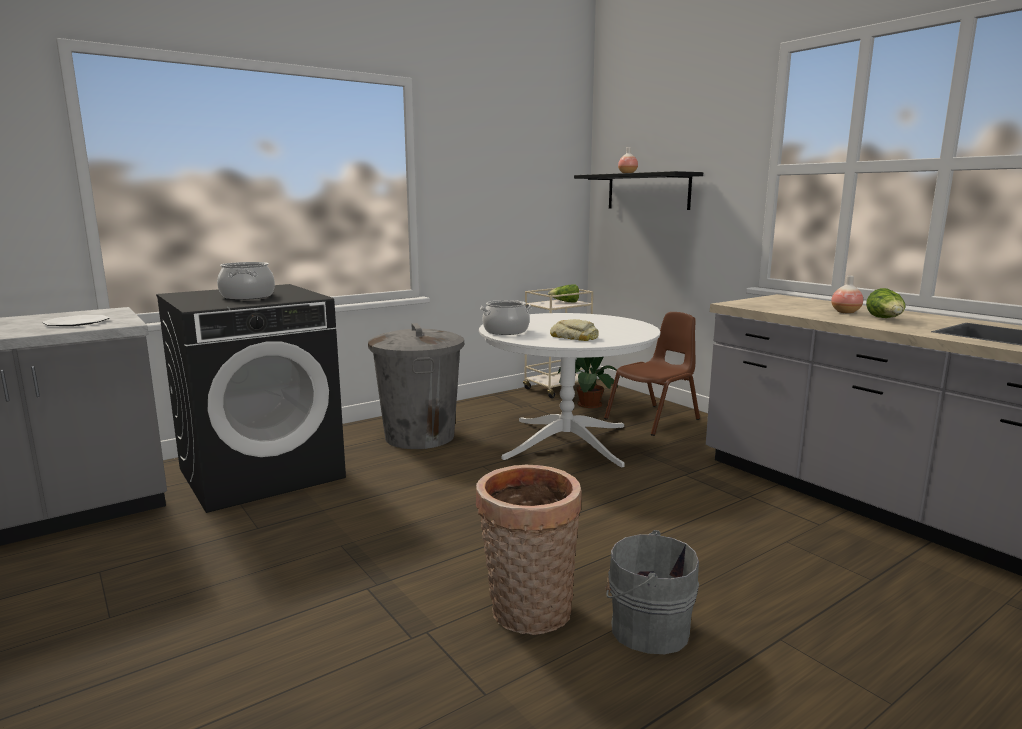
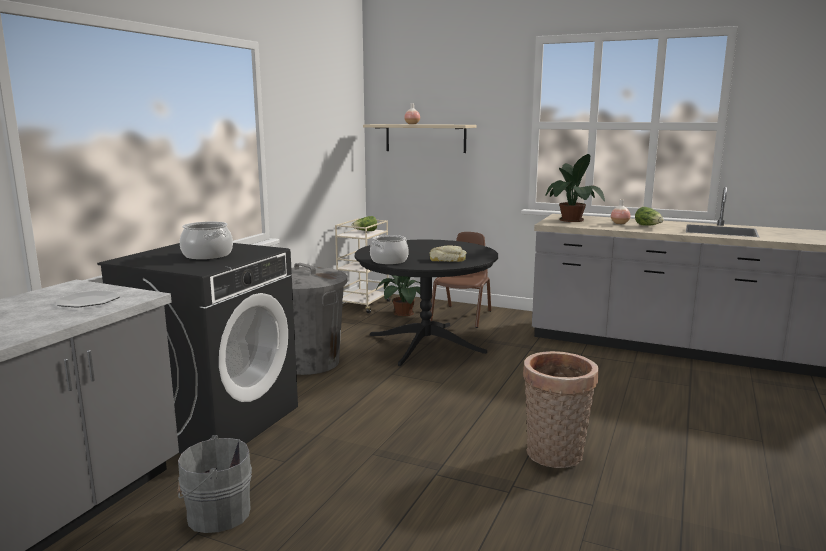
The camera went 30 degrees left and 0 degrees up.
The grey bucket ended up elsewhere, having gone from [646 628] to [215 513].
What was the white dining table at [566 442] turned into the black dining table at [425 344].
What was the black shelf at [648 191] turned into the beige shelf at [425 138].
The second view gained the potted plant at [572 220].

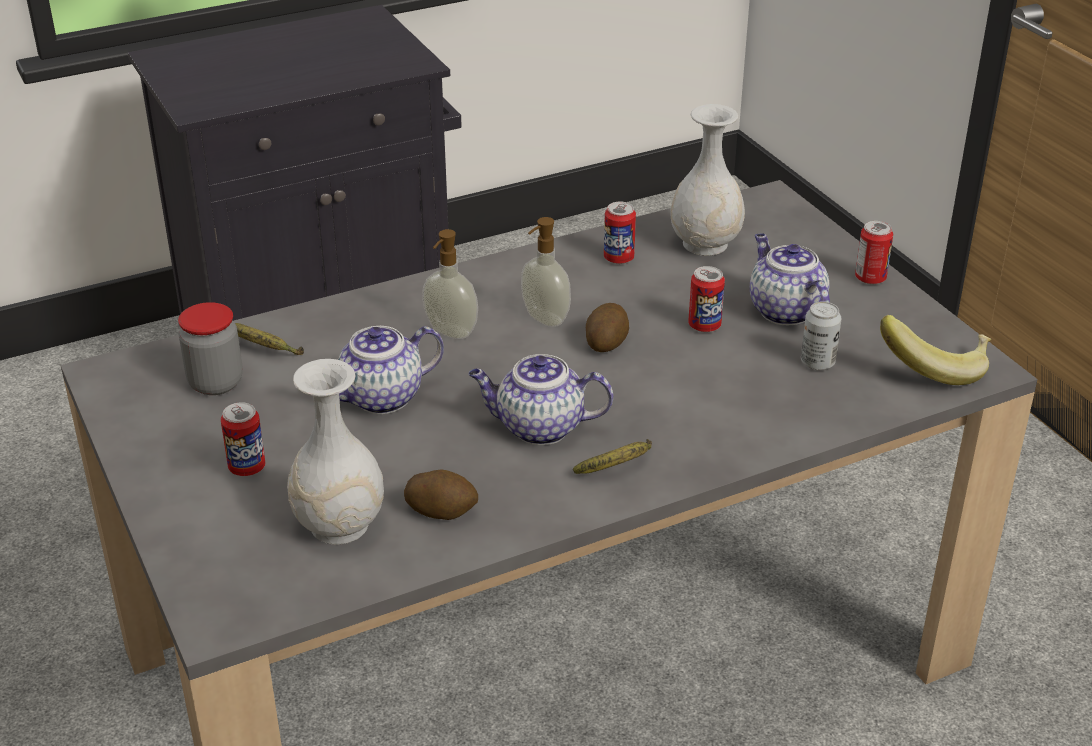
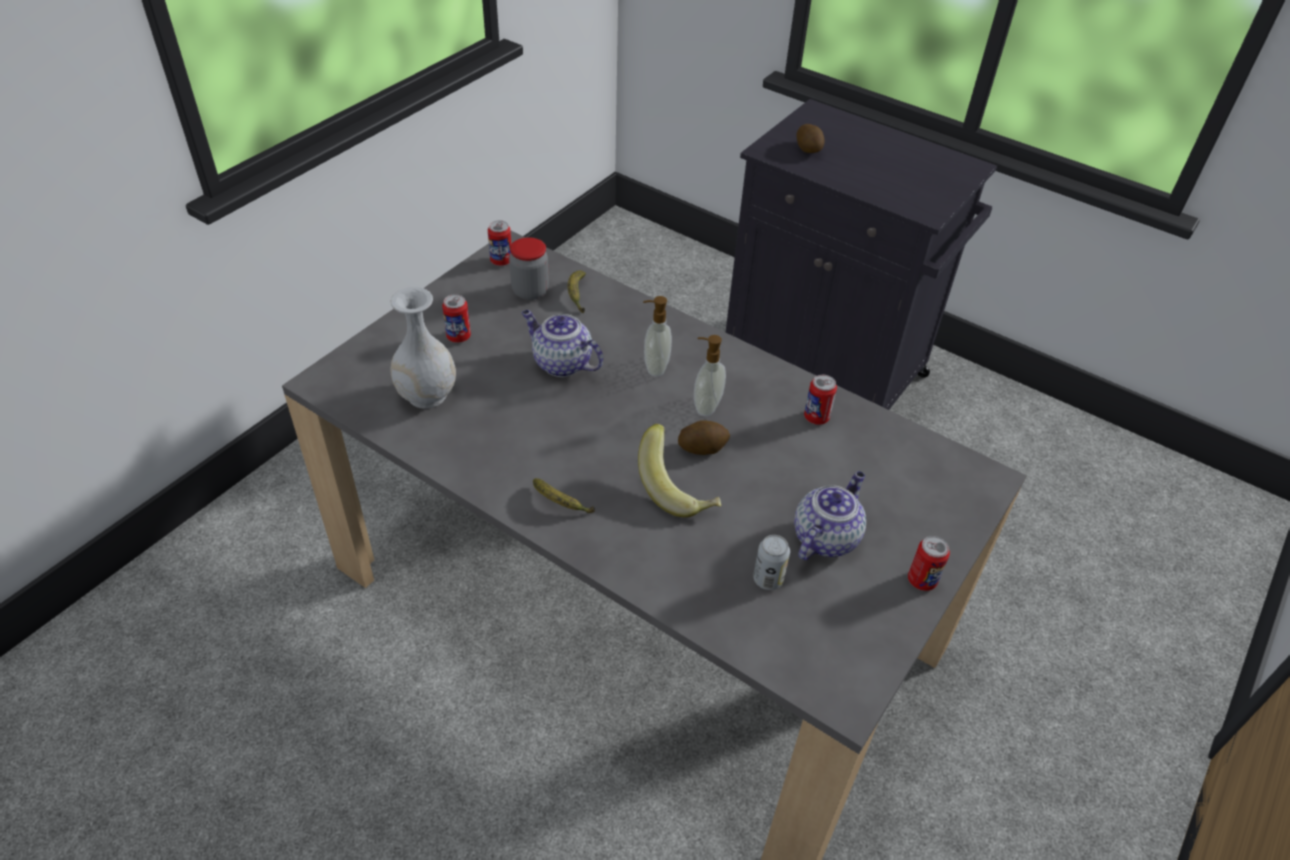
The camera went 60 degrees right and 10 degrees up.
The can ended up elsewhere, having gone from [704 326] to [501 261].
The banana ended up elsewhere, having gone from [934 367] to [678 489].
The potato ended up elsewhere, having gone from [442 510] to [809 149].
The second view lost the teapot at [538 427].
The second view lost the white vase at [706 244].

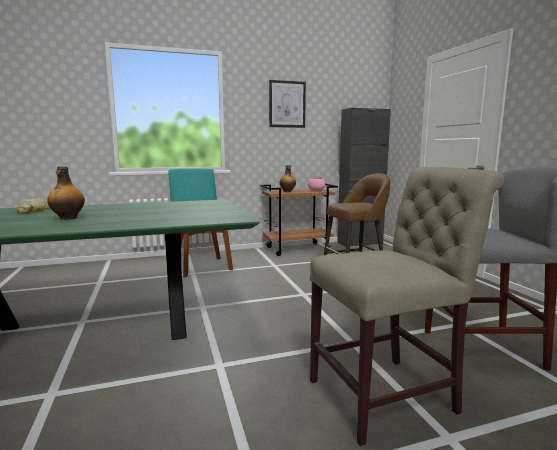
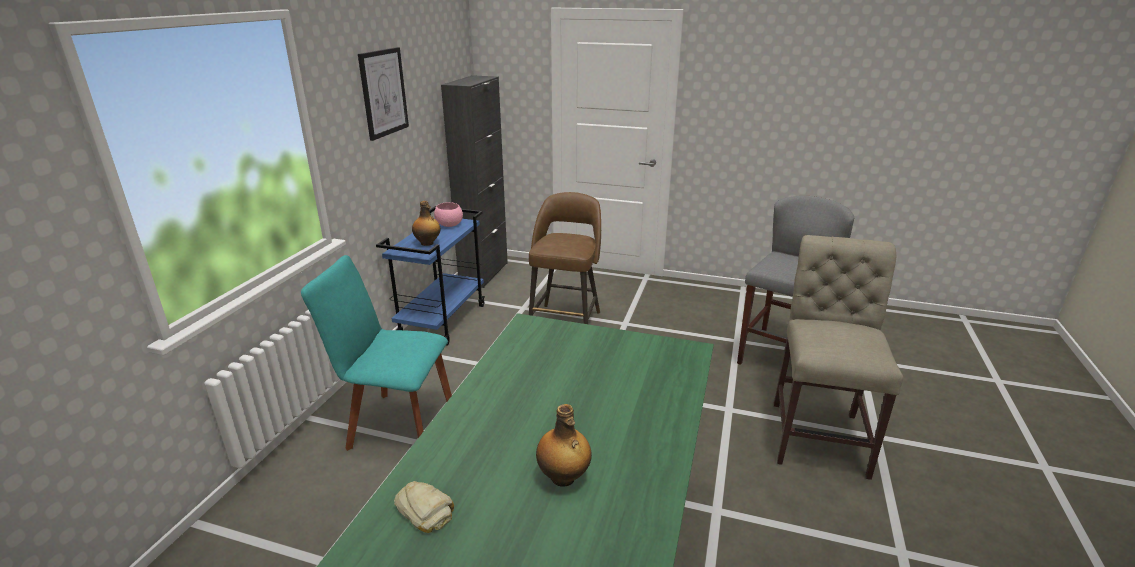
The camera went 55 degrees left and 15 degrees up.
What was the brown cart at [298 249] turned into the blue cart at [442 320].

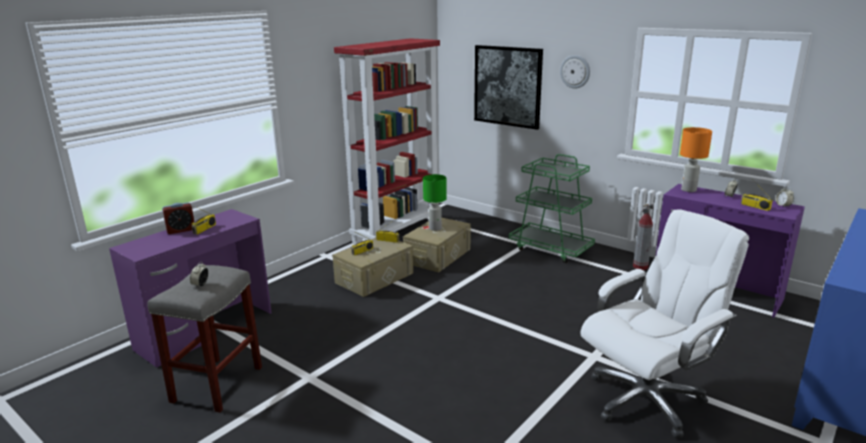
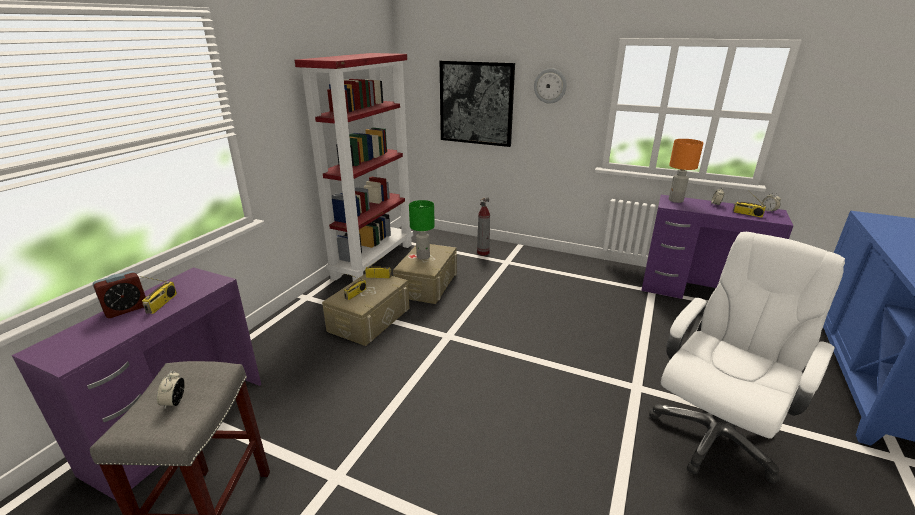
The camera went 15 degrees left and 5 degrees up.
The fire extinguisher ended up elsewhere, having gone from [640 267] to [483 252].
The second view lost the green cart at [551 249].

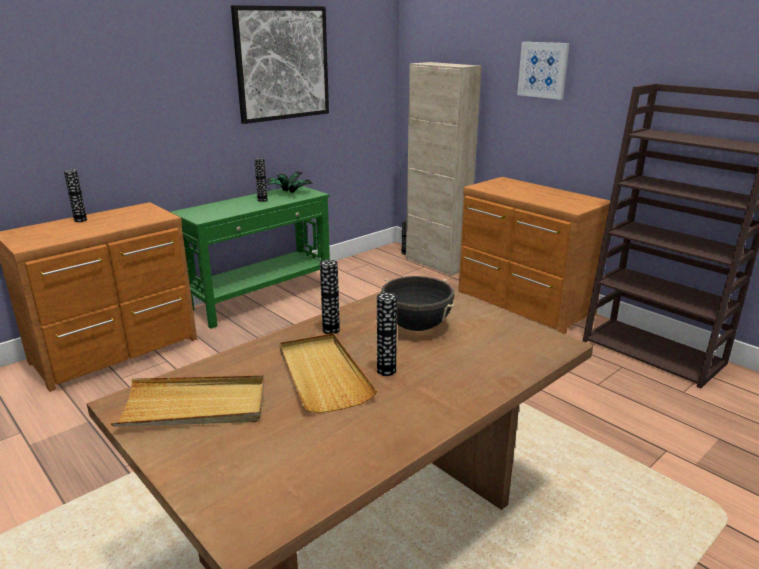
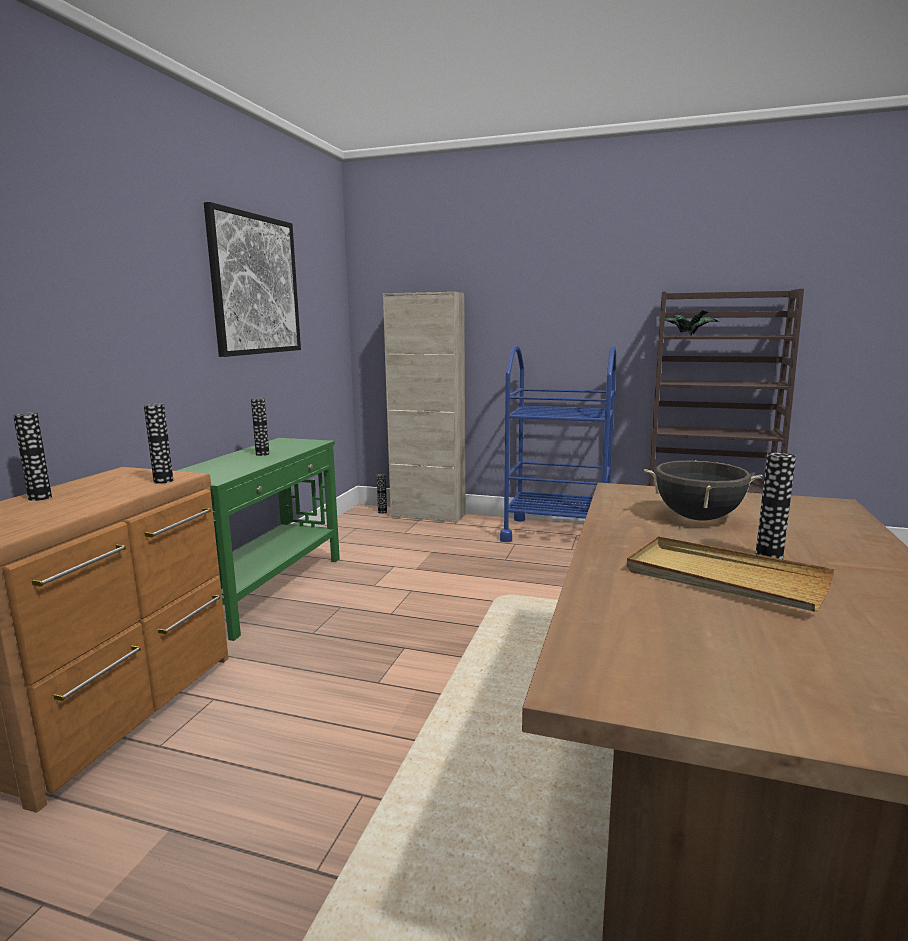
The camera went 30 degrees left and 10 degrees down.
The vase ended up elsewhere, having gone from [331 330] to [163 481].
Where the brown dresser stood at [523 305], the blue cart came to stand at [557 534].
The potted plant ended up elsewhere, having gone from [288 192] to [686 335].
The second view lost the beige tray at [194 406].
The second view lost the picture at [543 70].

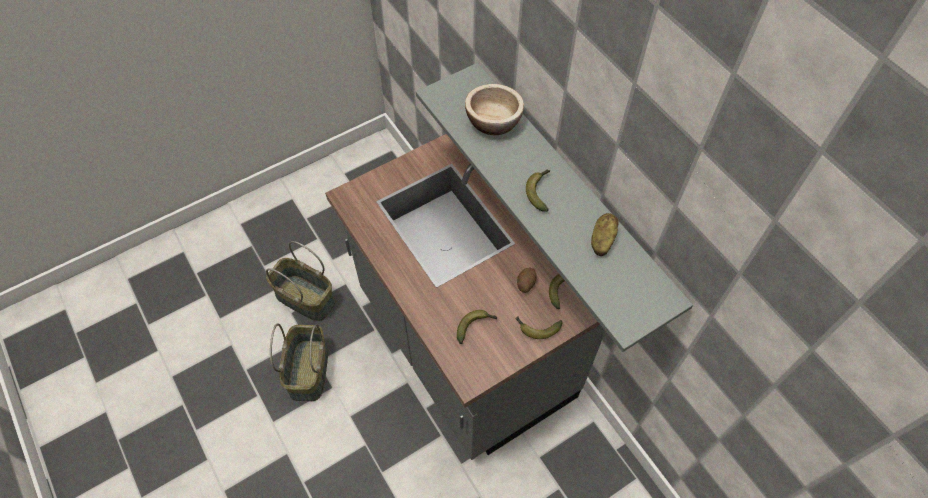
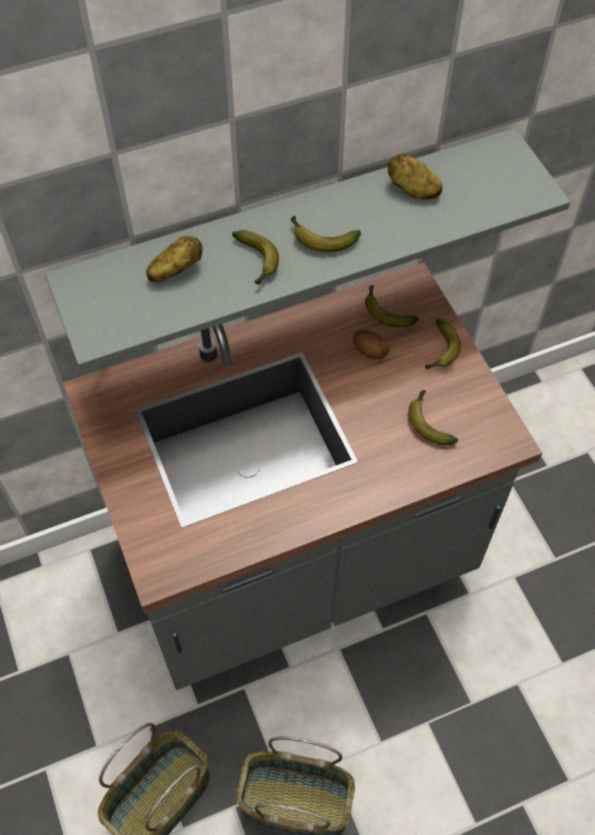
The camera went 80 degrees left and 0 degrees up.
Where the bowl stood at [493 121], the potato came to stand at [175 270].
The second view gained the banana at [257 262].

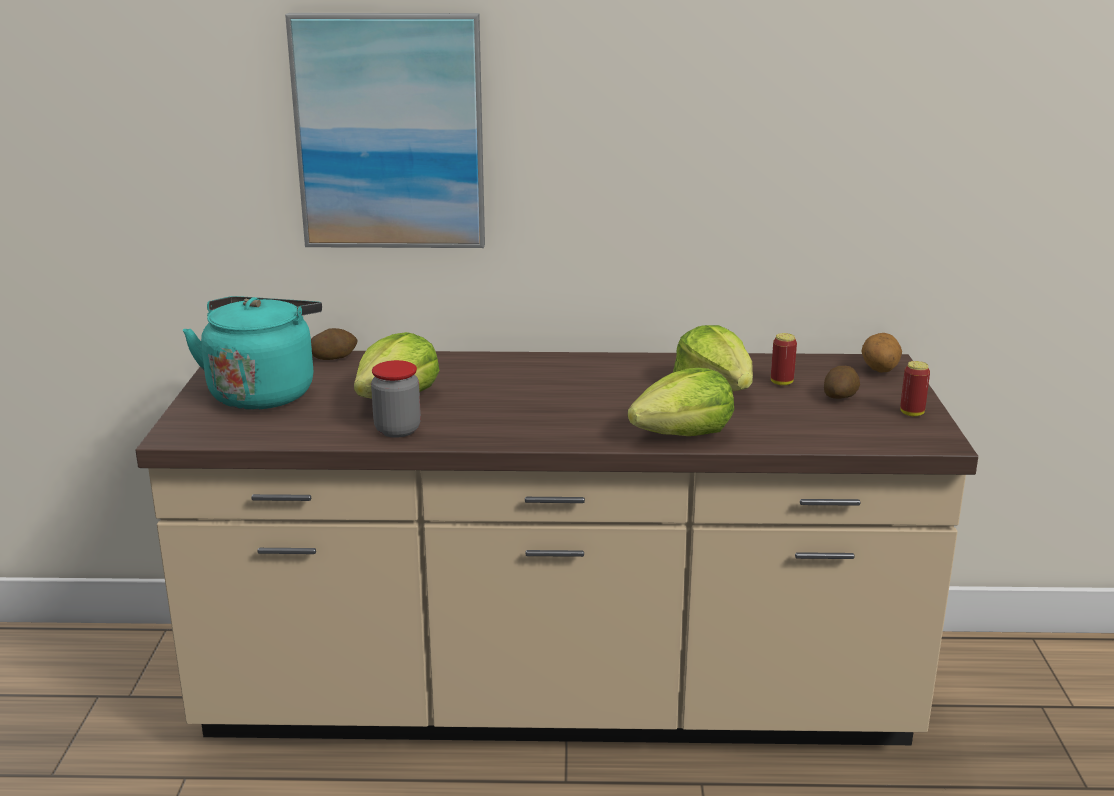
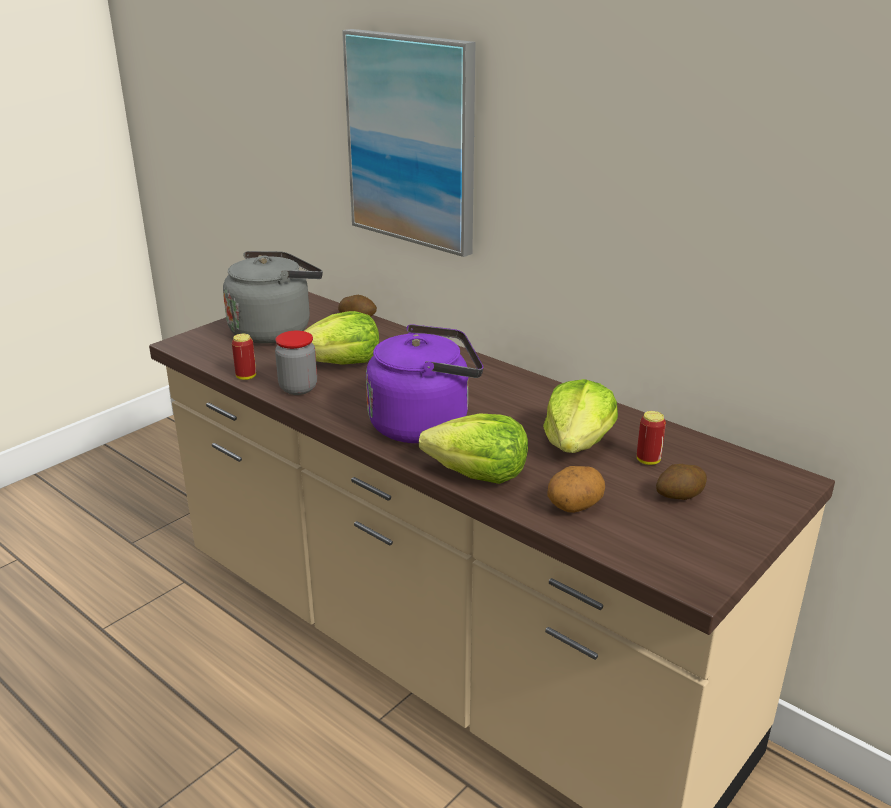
The camera went 40 degrees right and 5 degrees up.
What was the turquoise kettle at [263 392] turned into the grey kettle at [274 330].
The can ended up elsewhere, having gone from [911 413] to [246 377].
The second view gained the purple kettle at [425 424].
The potato ended up elsewhere, having gone from [879 370] to [574 507].

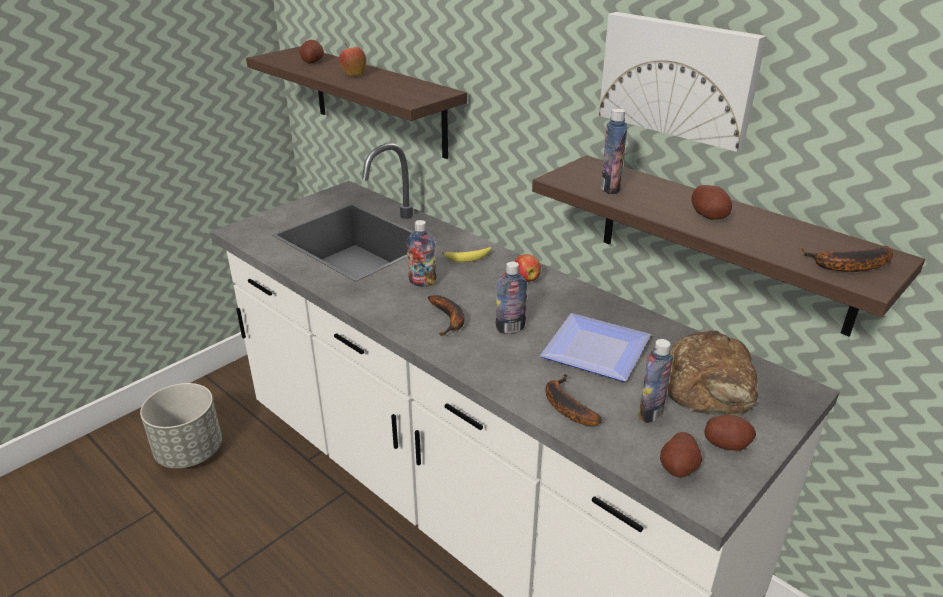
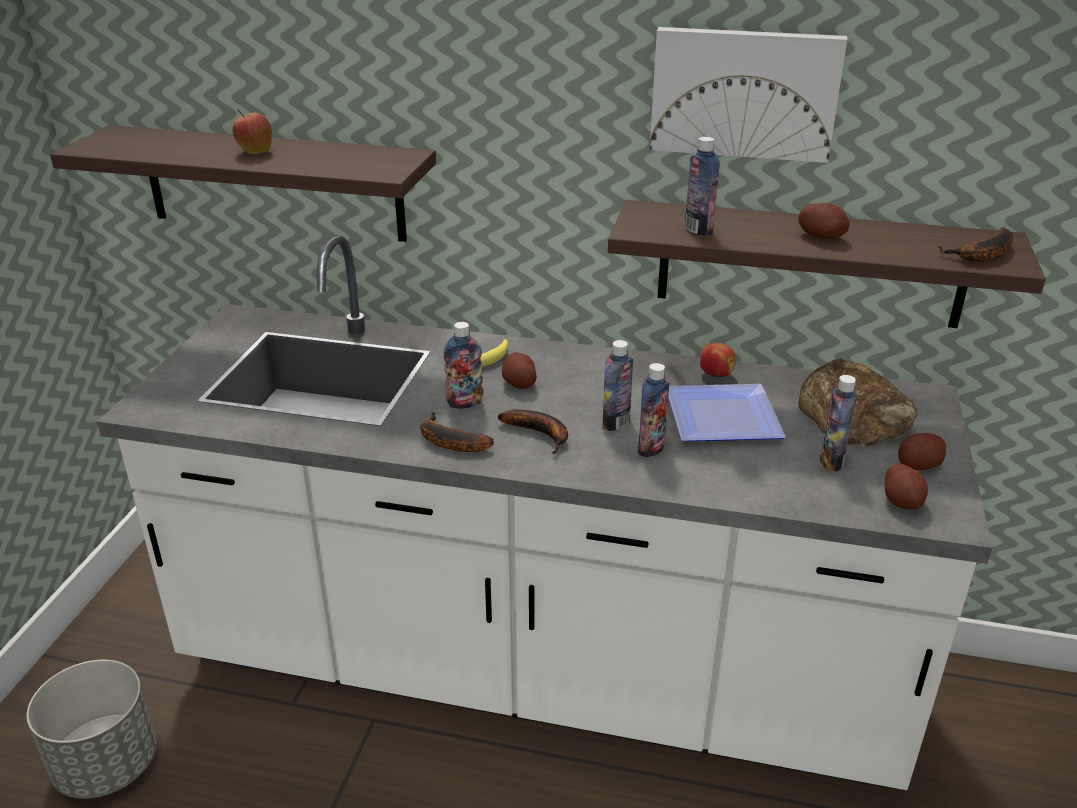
The camera went 30 degrees left and 0 degrees up.
The banana ended up elsewhere, having gone from [565 405] to [448 442].
The potato ended up elsewhere, having gone from [312 62] to [519 383].
The second view gained the bottle at [651 448].
The apple ended up elsewhere, having gone from [526 279] to [715 374].

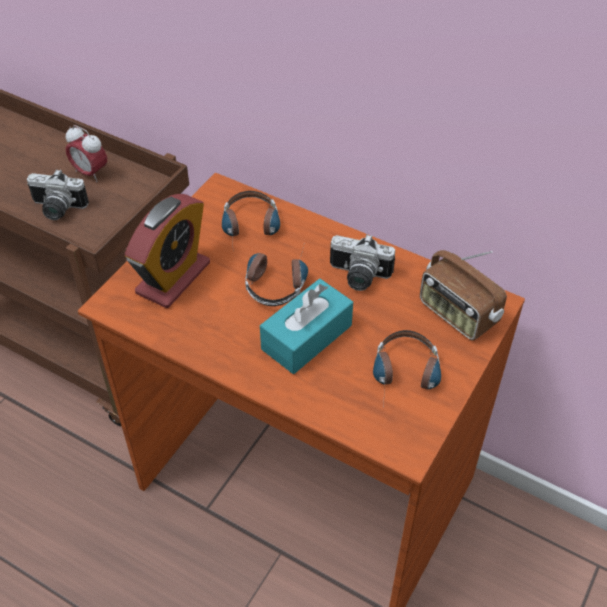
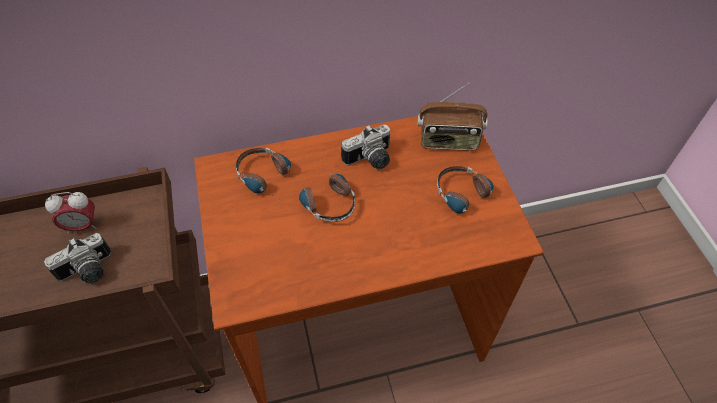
The camera went 45 degrees left and 5 degrees up.
The second view lost the alarm clock at [173 278].
The second view lost the turquoise tissue box at [306 337].

